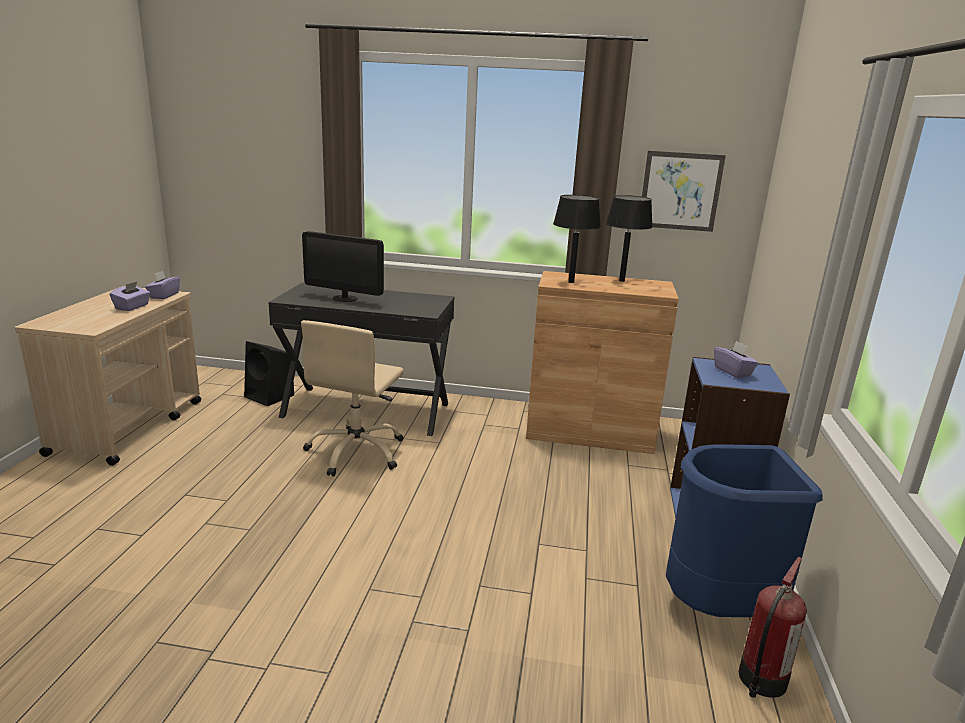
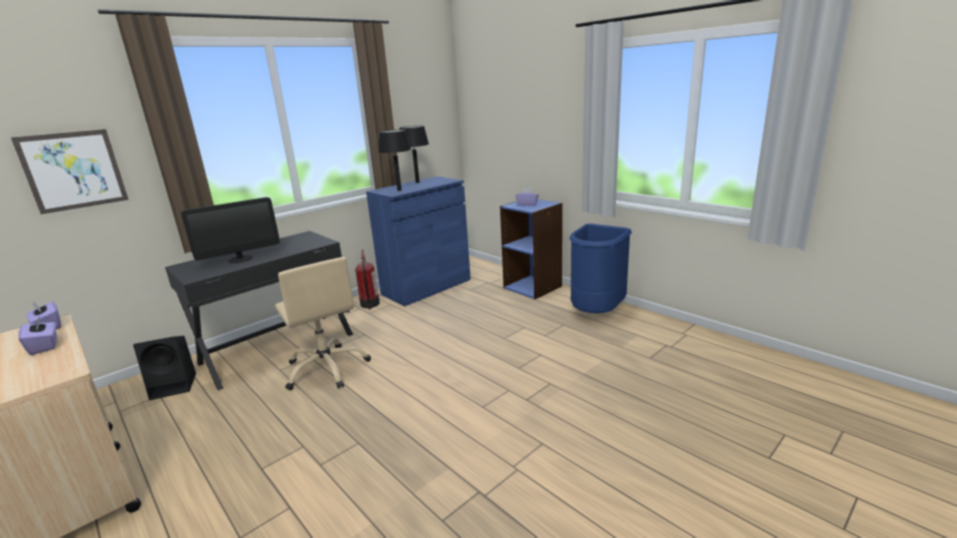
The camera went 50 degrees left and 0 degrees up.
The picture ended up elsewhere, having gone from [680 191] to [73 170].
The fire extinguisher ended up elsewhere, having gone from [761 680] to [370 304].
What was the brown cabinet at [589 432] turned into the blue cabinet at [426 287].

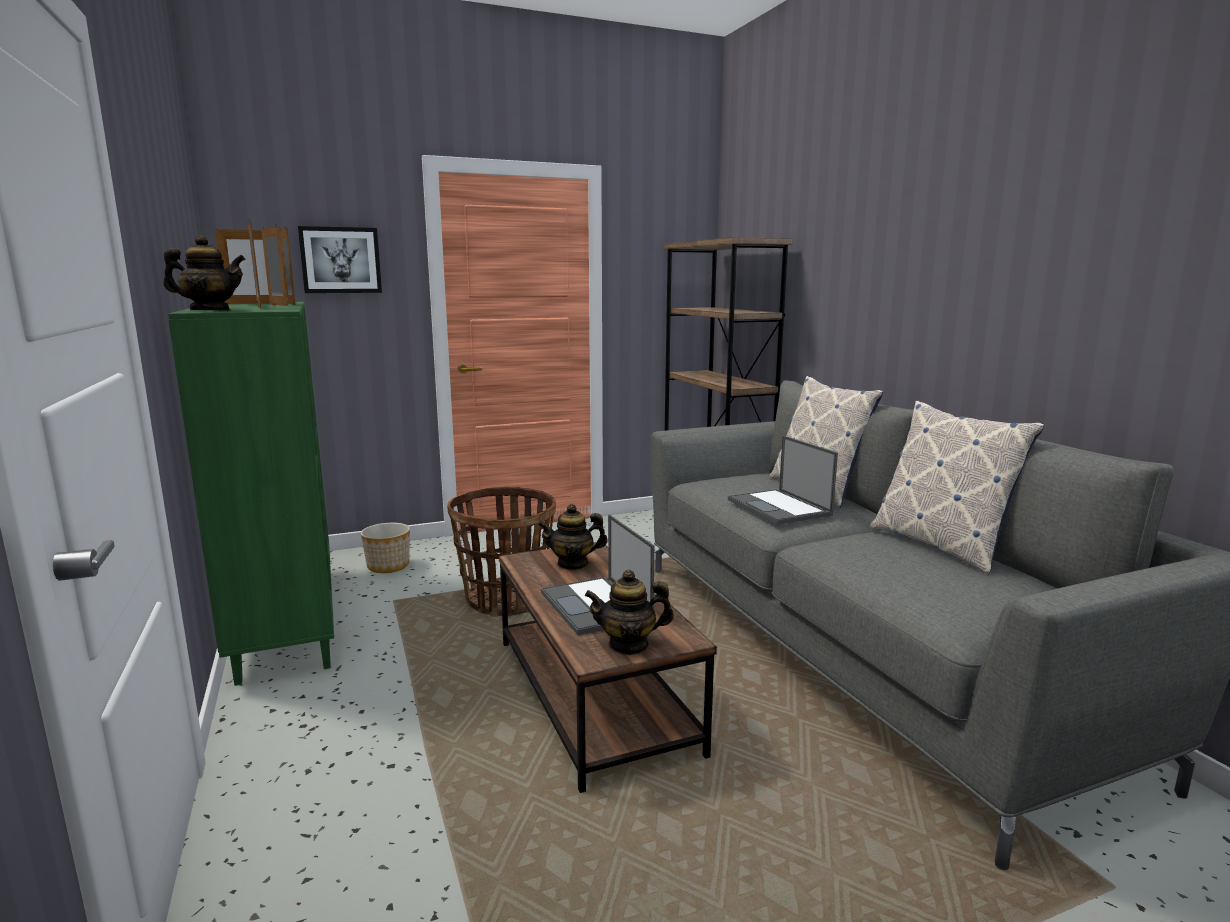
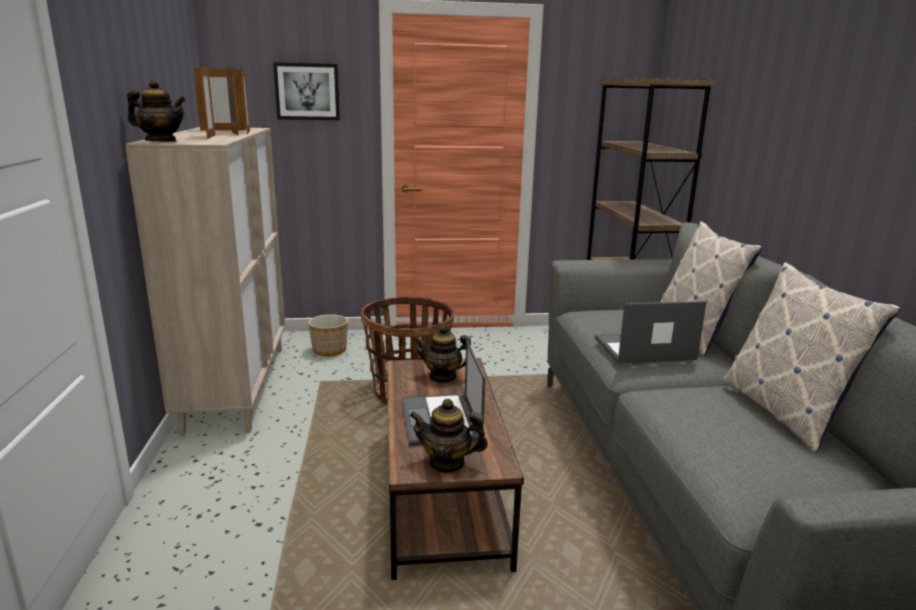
The camera went 15 degrees right and 5 degrees up.
What was the green cabinet at [287 619] turned into the beige cabinet at [237 386].
The laptop at [780 508] ended up facing another way, 90 degrees clockwise from before.

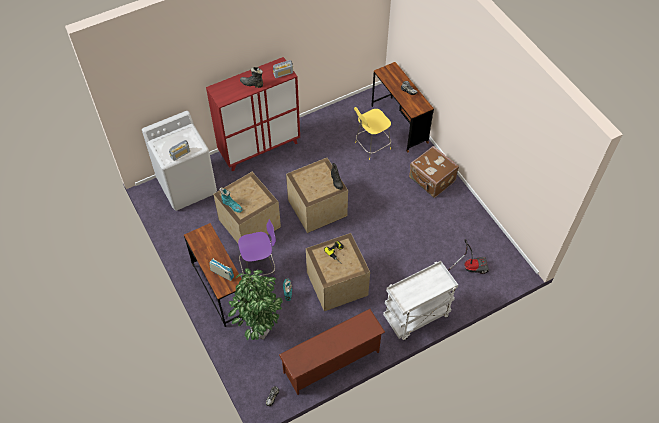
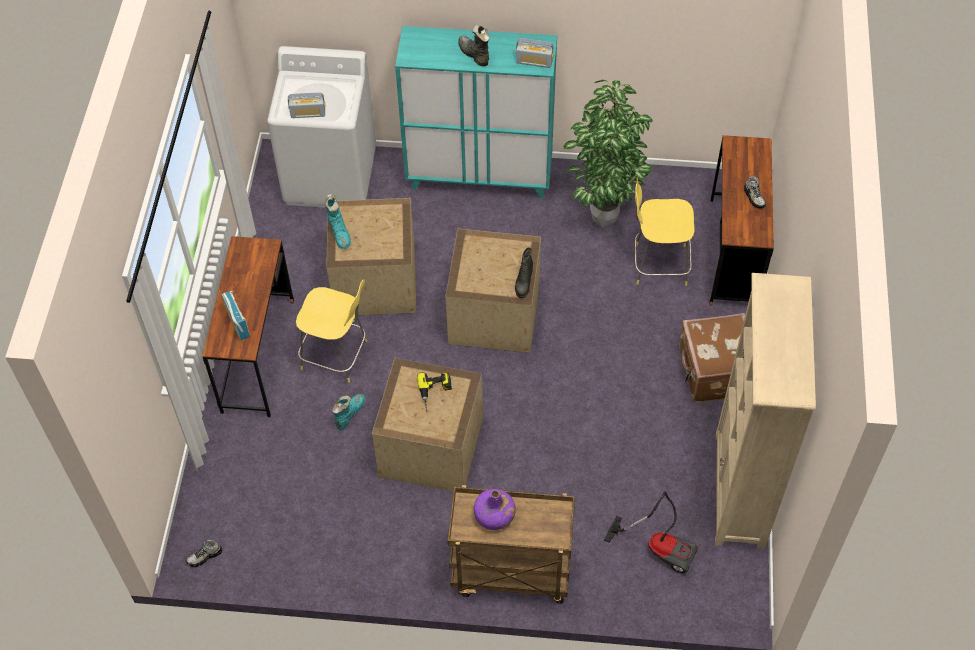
The camera went 35 degrees right and 0 degrees up.
What was the purple stool at [259 268] turned into the yellow stool at [336 356].
What was the red cabinet at [260 148] turned into the turquoise cabinet at [480 176].
What was the white cart at [416 317] turned into the brown cart at [510 573].
The second view gained the purple bottle at [494 516].
The potted plant ended up elsewhere, having gone from [260 335] to [602 220].
The second view gained the beige bookcase at [739 490].
The second view lost the brown shoe rack at [332 363].

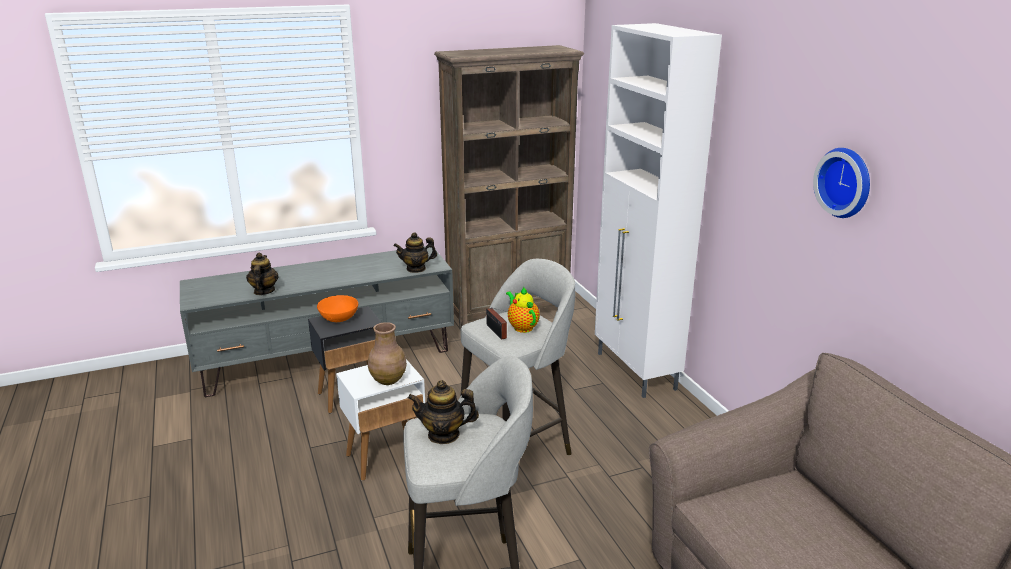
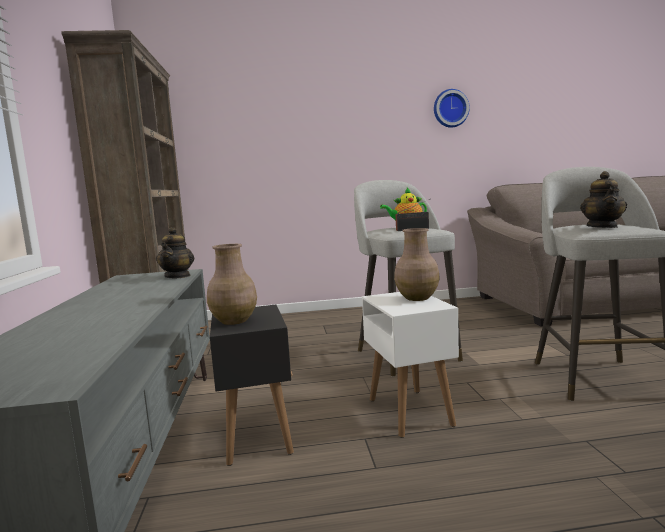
The camera went 75 degrees left and 15 degrees down.
Where the orange bowl stood at [339 318], the brown vase came to stand at [235 321].
The second view lost the teapot at [264 291].
The second view lost the white cabinet at [636 372].

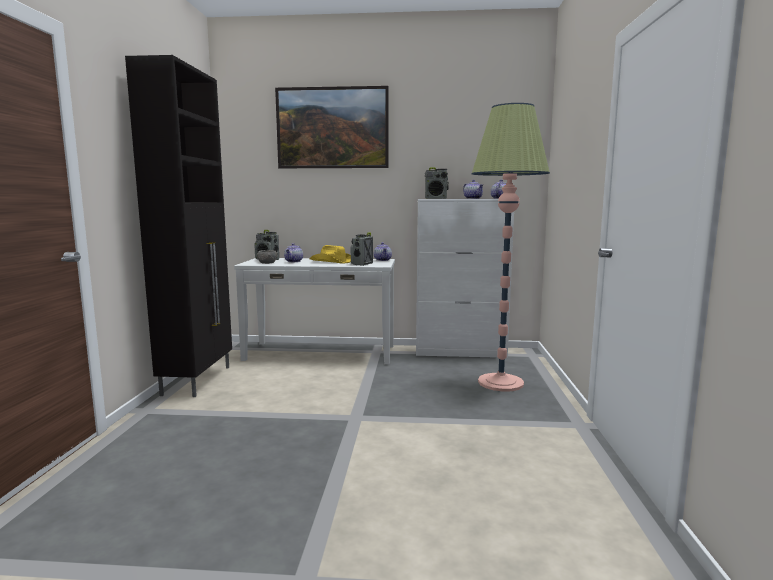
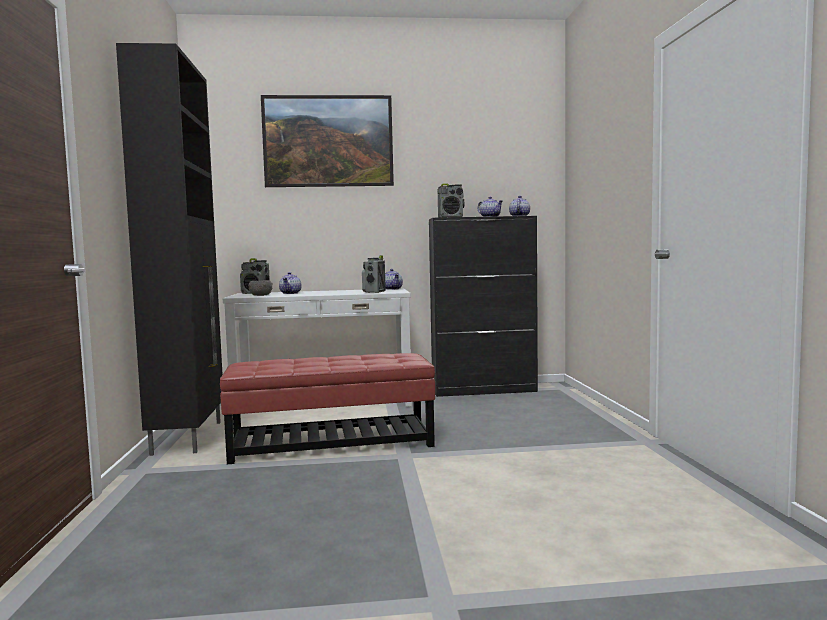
The camera went 10 degrees left and 5 degrees down.
The second view gained the red ottoman at [331 443].
What was the white cabinet at [461 352] turned into the black cabinet at [484 390].
The second view lost the yellow hat at [332 262].
The second view lost the floor lamp at [500 383].

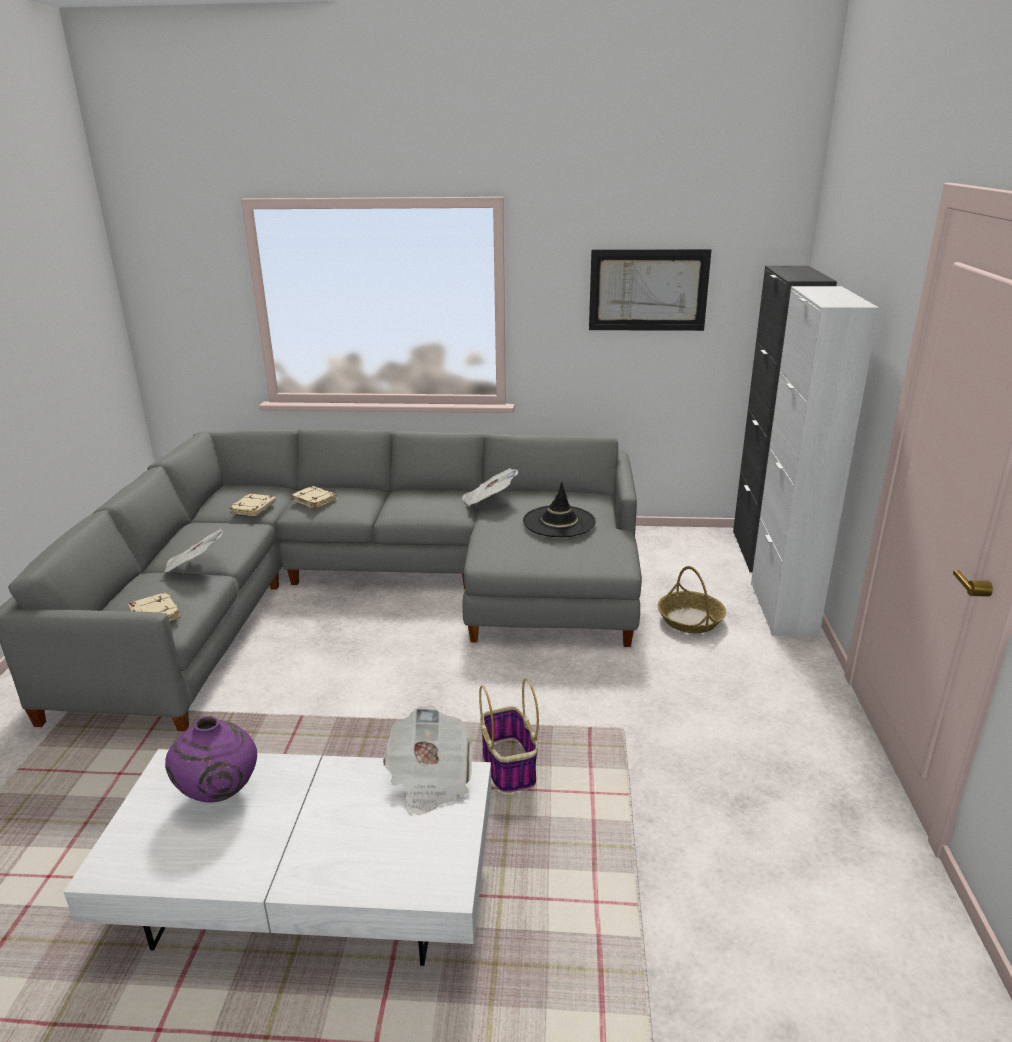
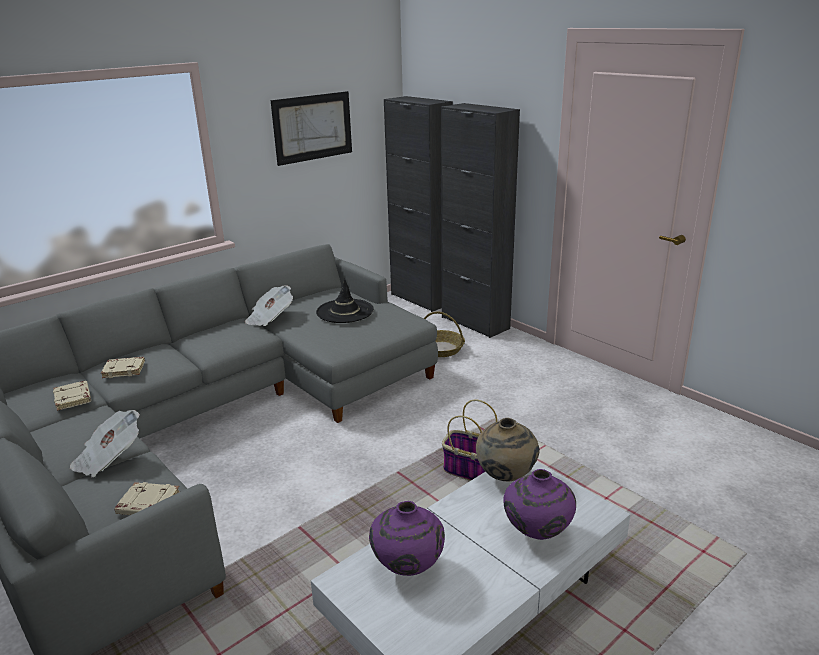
The camera went 45 degrees left and 0 degrees up.
What was the white cabinet at [783 608] turned into the black cabinet at [475 323].
Where the newspaper stood at [430 779], the beige vase came to stand at [506 477].
The second view gained the purple vase at [536 534].

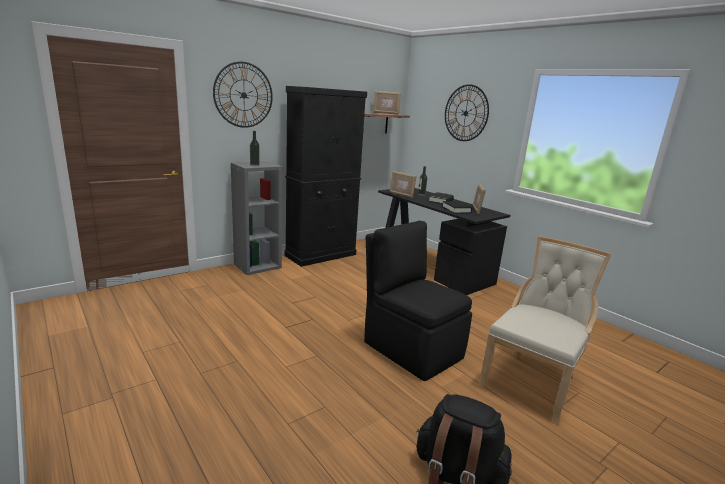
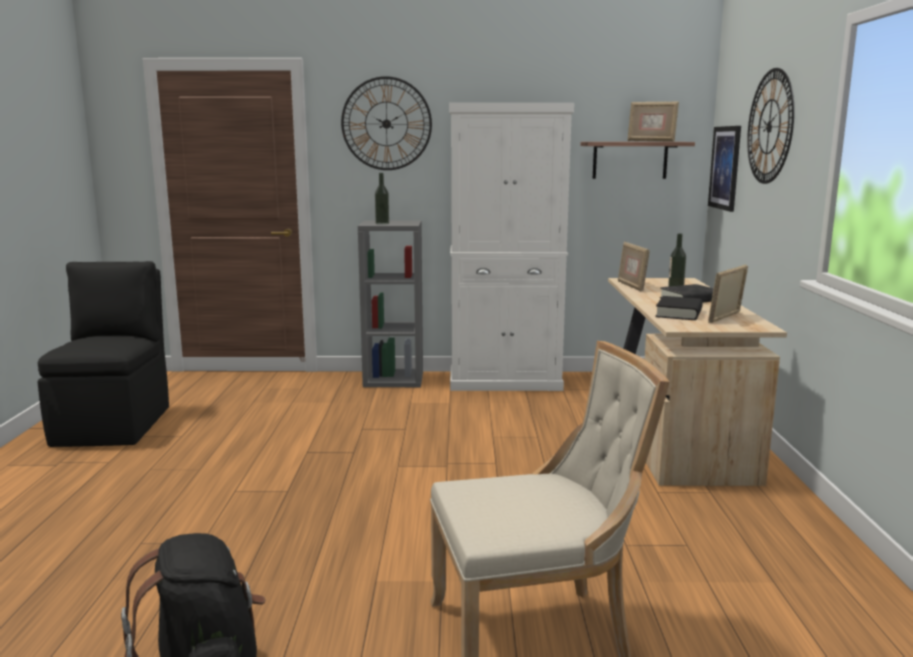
The camera went 40 degrees right and 5 degrees down.
The black chair ended up elsewhere, having gone from [411 348] to [114 424].
What was the black cabinet at [321 255] turned into the white cabinet at [505 382].
What was the black desk at [431 266] turned into the beige desk at [674 431].
The second view gained the picture at [725 168].

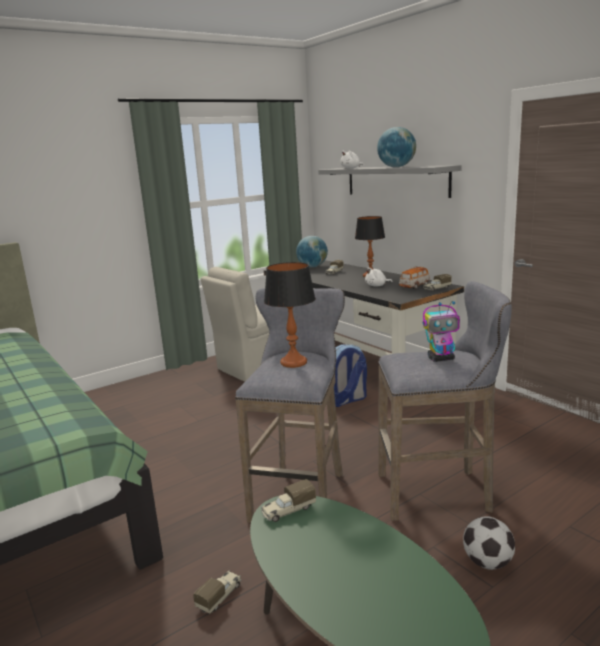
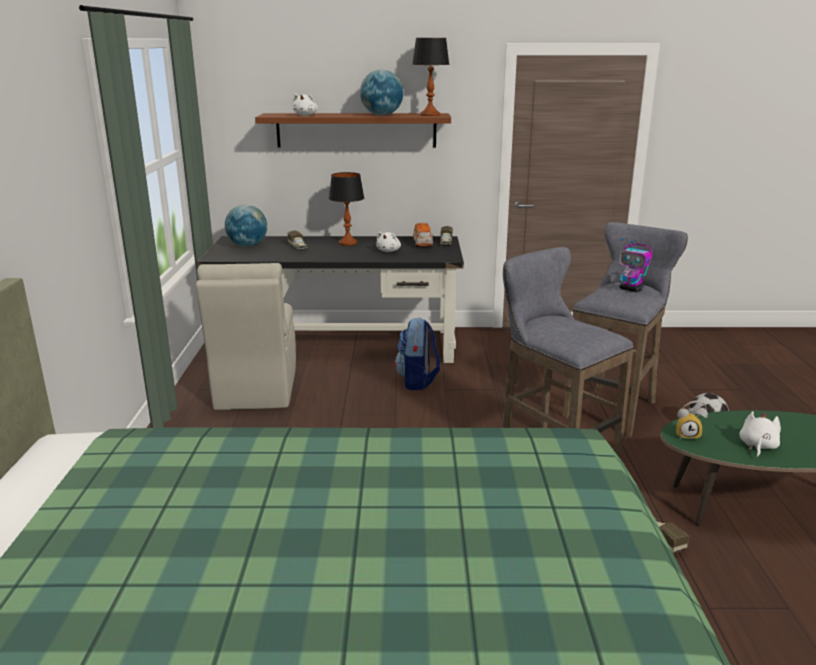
The camera went 55 degrees left and 5 degrees up.
What was the grey shelf at [396 181] turned into the brown shelf at [356 130].
The table lamp ended up elsewhere, having gone from [294 362] to [430 114].
The toy robot at [441 358] ended up facing another way, 105 degrees clockwise from before.
Where the toy truck stood at [288 511], the alarm clock came to stand at [687 435].
The second view gained the white plush toy at [757 446].

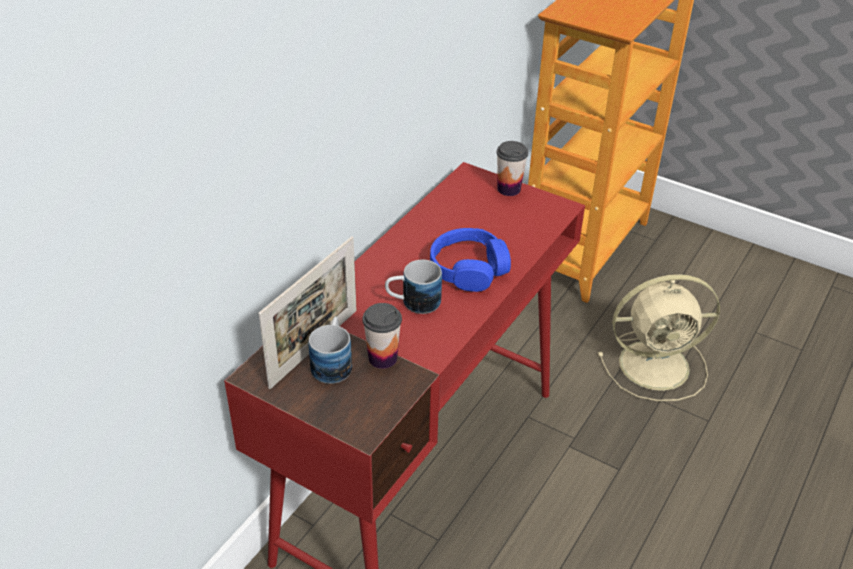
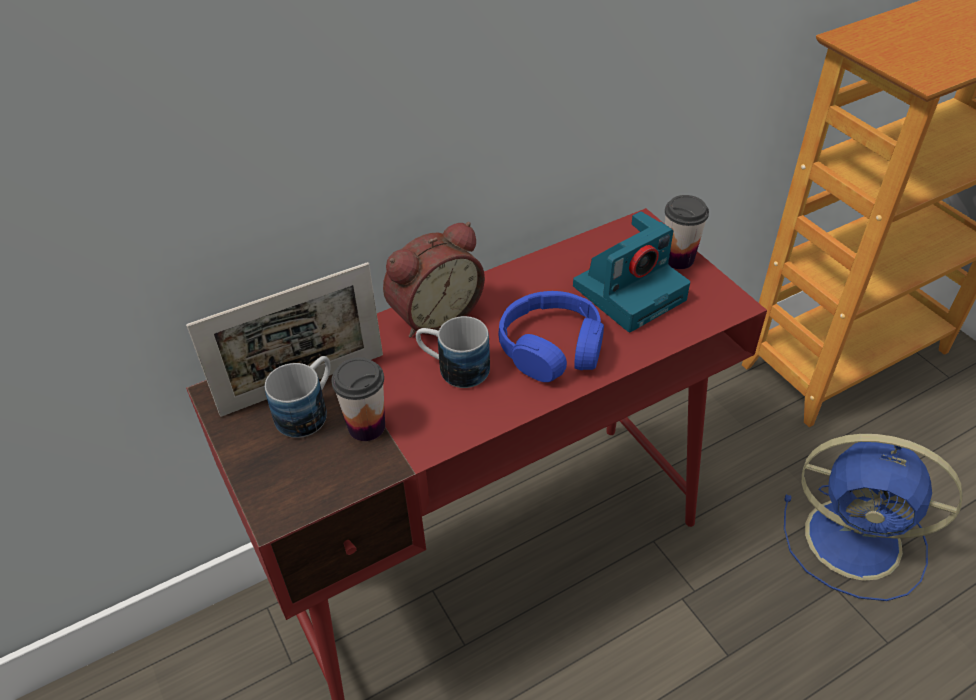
The camera went 30 degrees right and 5 degrees up.
The second view gained the alarm clock at [433 315].
The second view gained the photo camera at [630 291].
What was the beige fan at [657 365] turned into the blue fan at [857 540].

